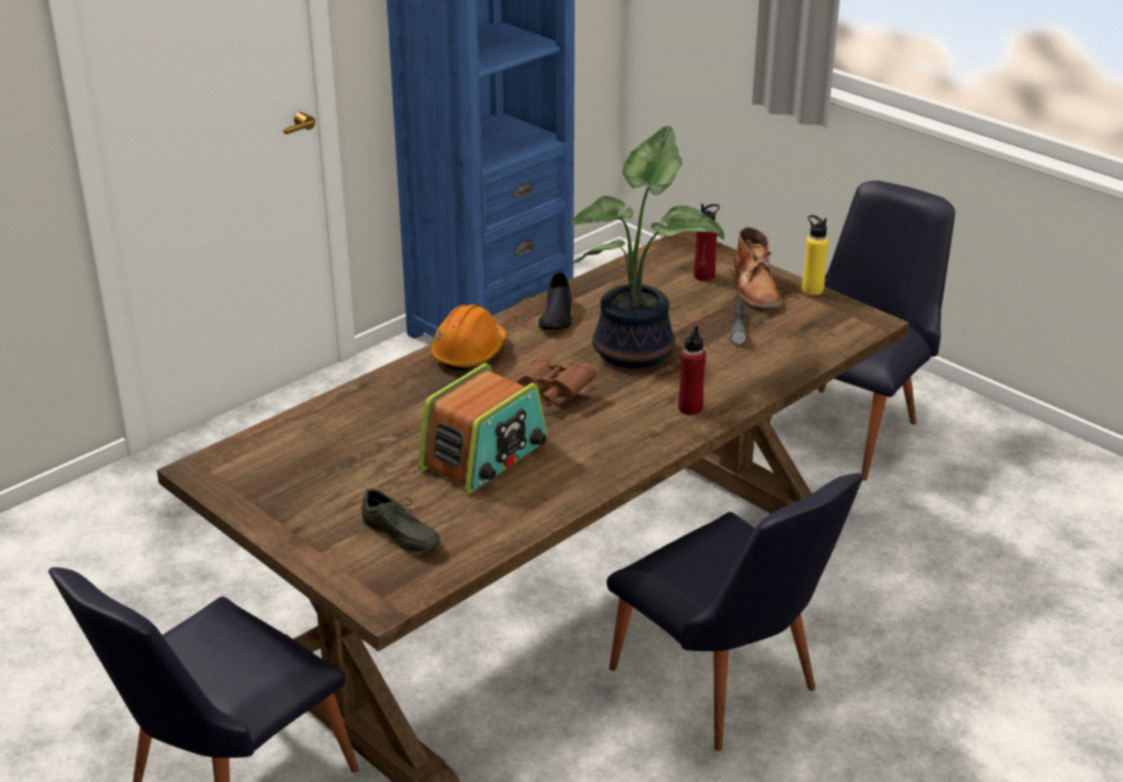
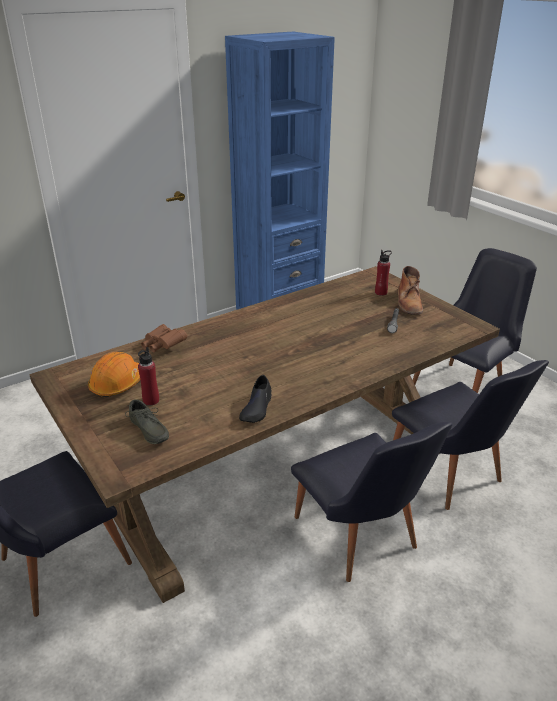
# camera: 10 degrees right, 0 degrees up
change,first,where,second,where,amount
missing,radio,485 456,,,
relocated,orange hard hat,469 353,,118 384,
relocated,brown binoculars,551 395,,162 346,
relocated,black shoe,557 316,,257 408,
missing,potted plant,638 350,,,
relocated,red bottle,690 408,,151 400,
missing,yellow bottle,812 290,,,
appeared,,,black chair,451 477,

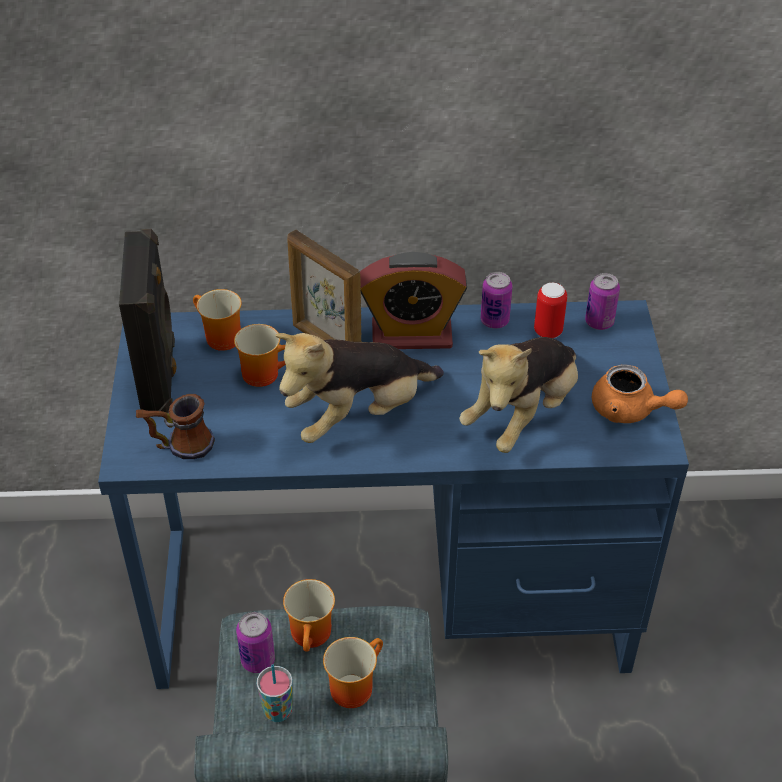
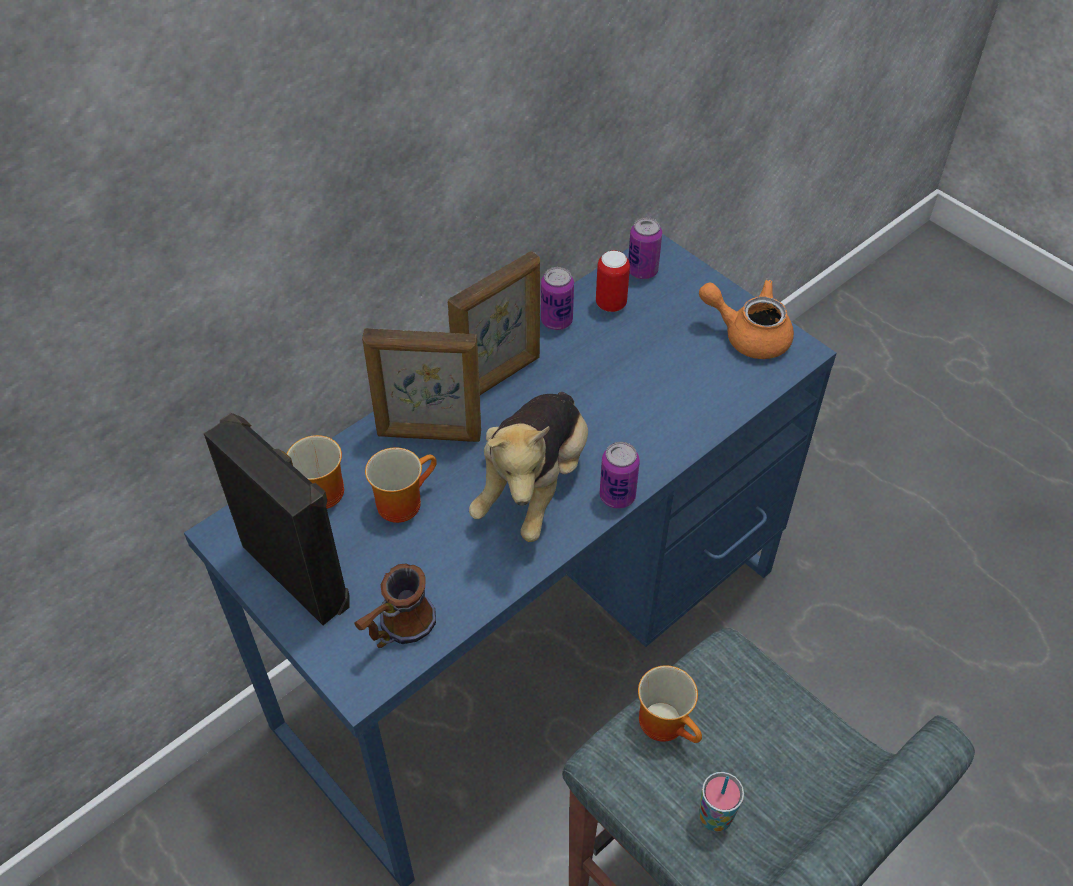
# camera: 40 degrees left, 5 degrees up
change,first,where,second,where,amount
relocated,can,258 660,,617 496,
missing,mug,352 684,,,
exchanged,alarm clock,411 335,picture frame,499 378,
missing,plush toy,522 414,,,
spun,orange teapot,630 410,,748 334,150 degrees counterclockwise

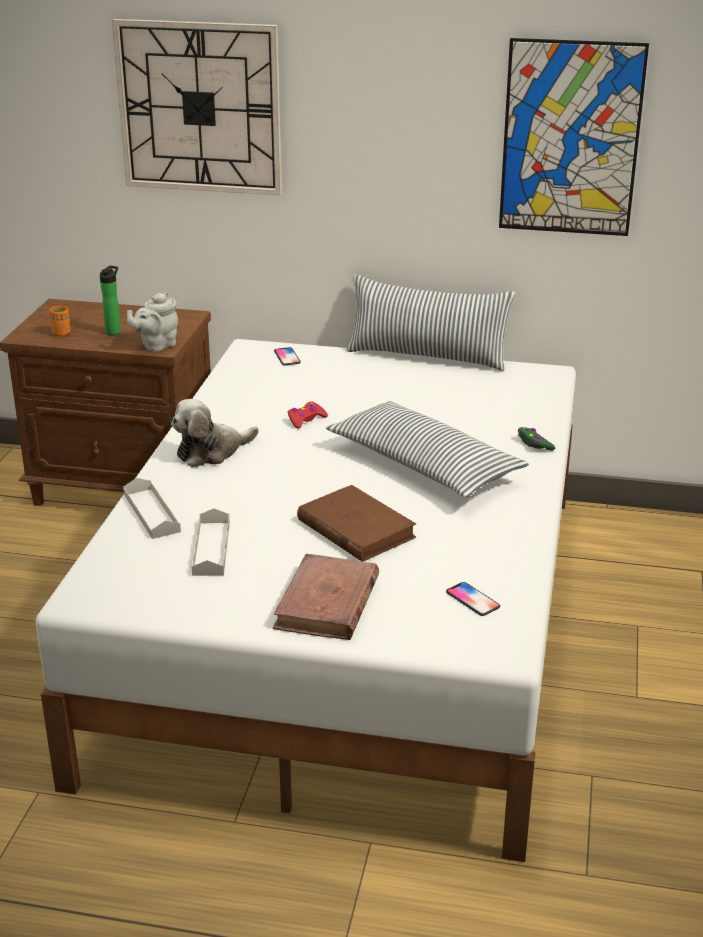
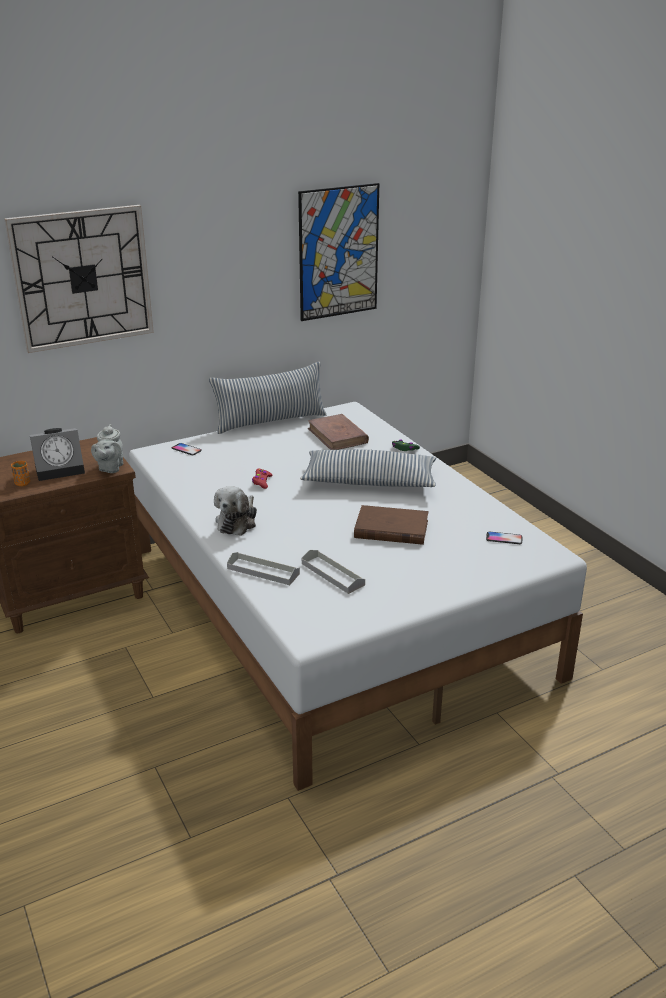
# camera: 40 degrees left, 0 degrees up
change,first,where,second,where,amount
exchanged,bottle,114 331,alarm clock,61 469,
relocated,brown book,327 603,,337 436,

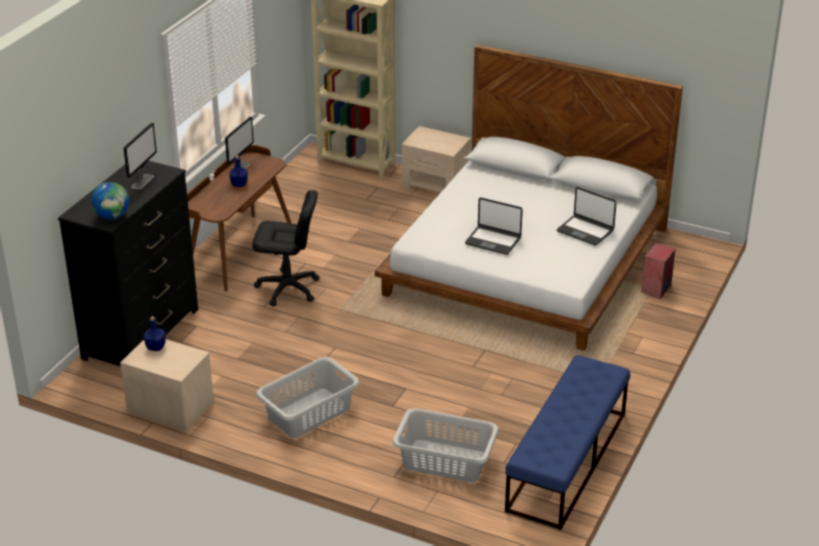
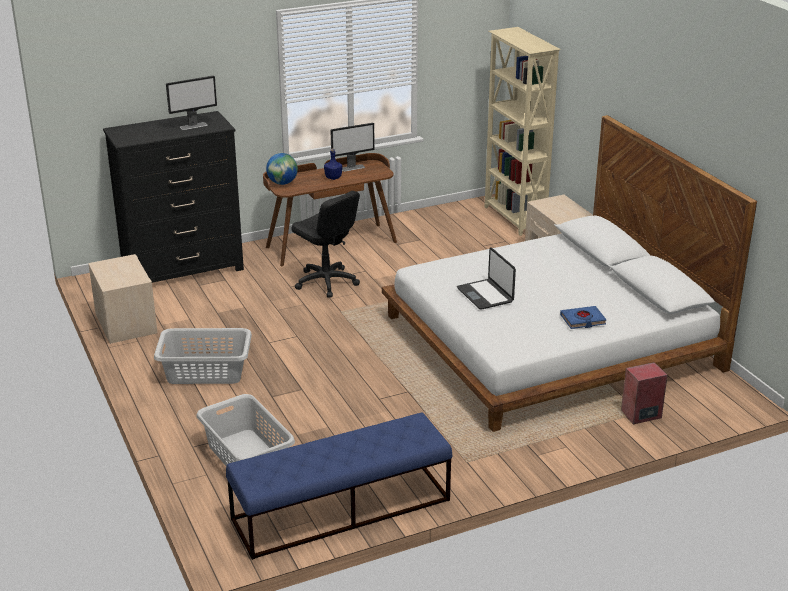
# camera: 40 degrees right, 5 degrees down
change,first,where,second,where,amount
relocated,globe,112 216,,282 183,
missing,blue bottle,155 347,,,
exchanged,laptop,585 231,blue book,583 320,

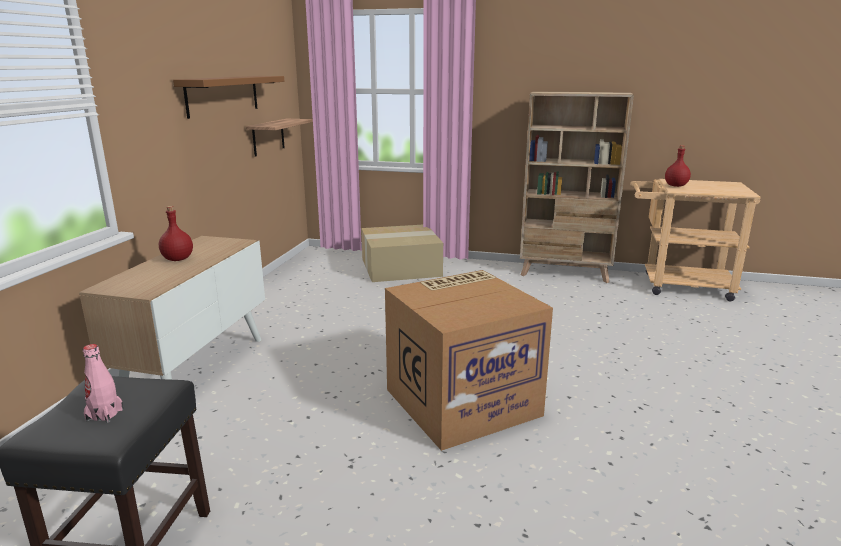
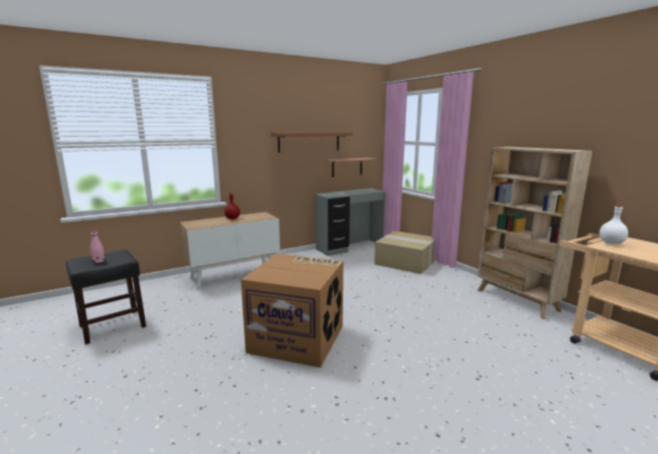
# camera: 45 degrees right, 5 degrees down
change,first,where,second,where,amount
colour,red bottle,675 186,white bottle,610 243,
appeared,,,grey desk,350 247,

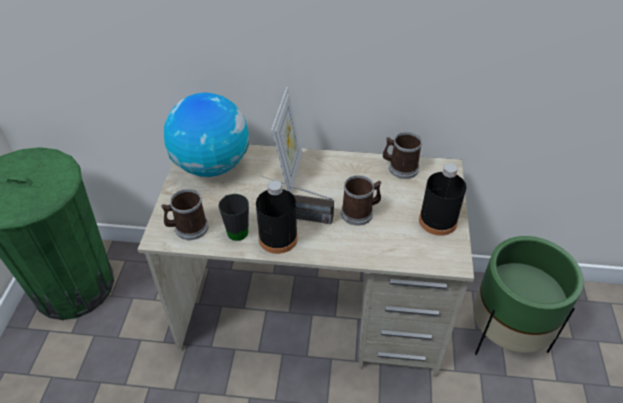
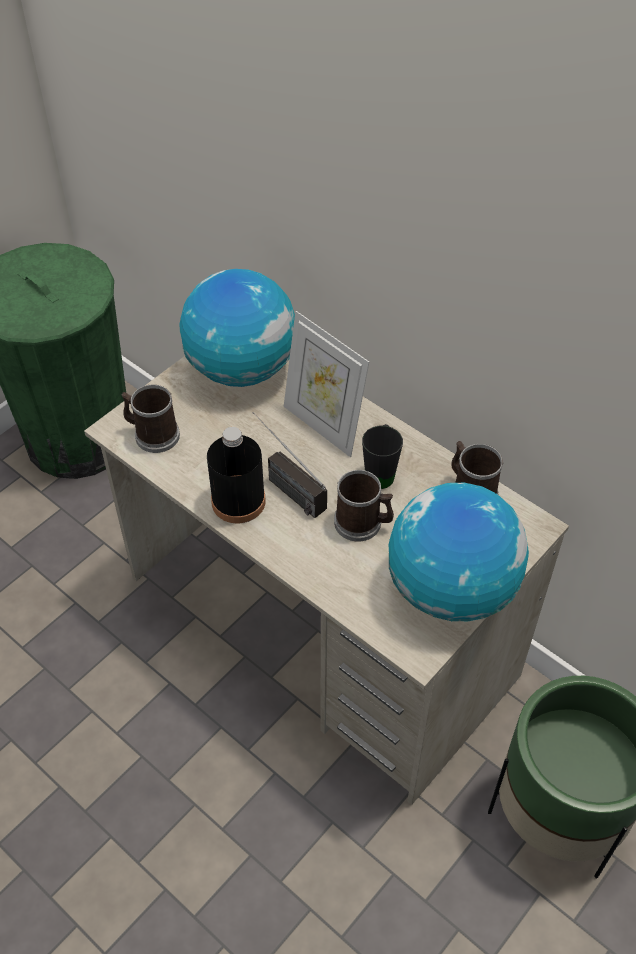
# camera: 35 degrees right, 5 degrees up
change,first,where,second,where,amount
relocated,black mug,235 228,,381 471,
spun,picture frame,289 173,,323 426,90 degrees clockwise
exchanged,black bottle,438 221,globe,450 589,

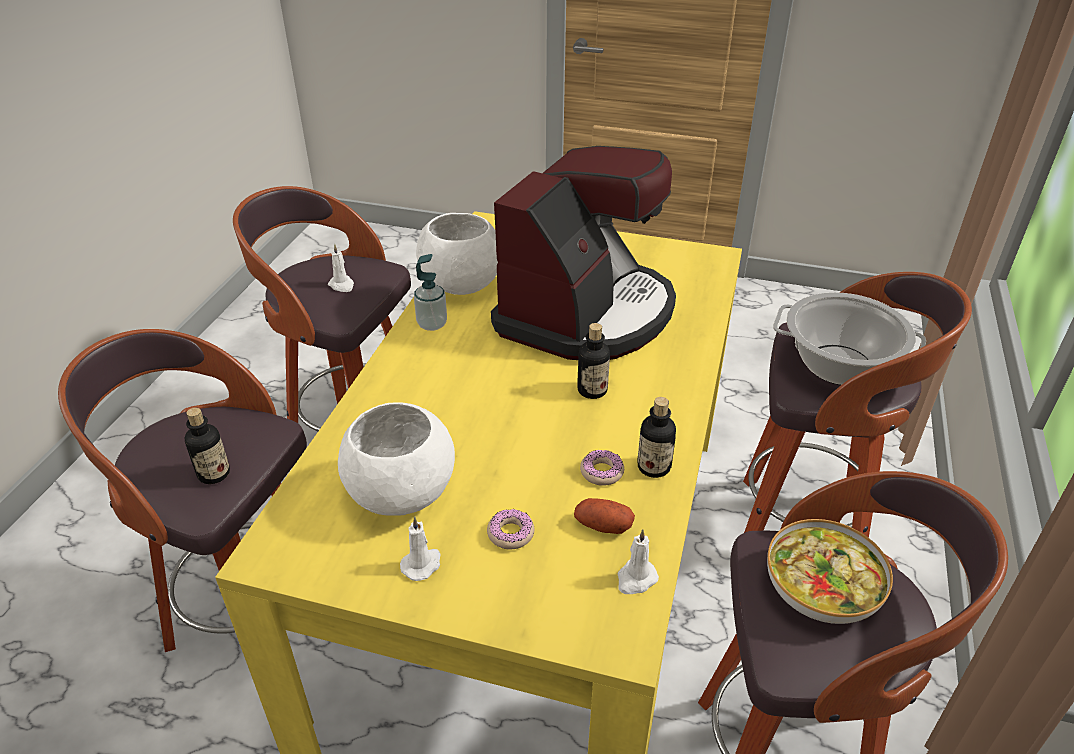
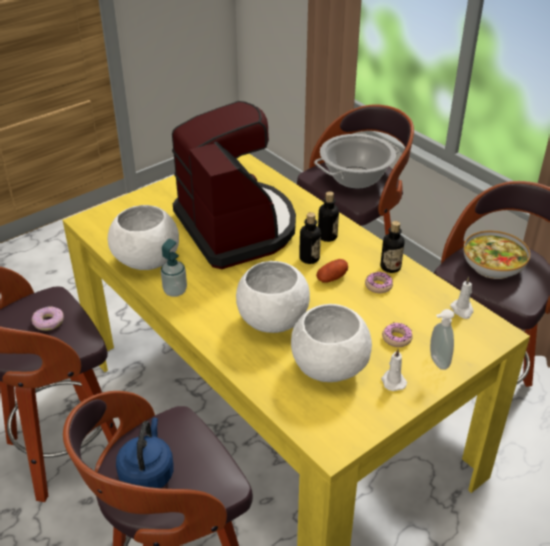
# camera: 55 degrees left, 0 degrees up
change,first,where,second,where,amount
relocated,bottle,214 474,,327 236,
exchanged,white candle,342 285,donut,48 322,
relocated,potato,603 525,,331 278,
appeared,,,blue kettle,147 473,
appeared,,,white bowl,273 322,
appeared,,,soap dispenser,437 362,

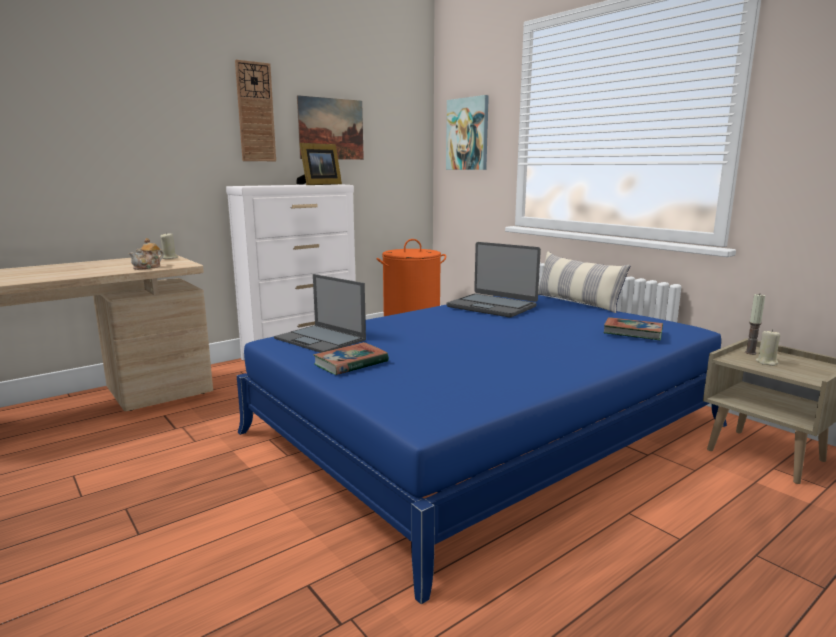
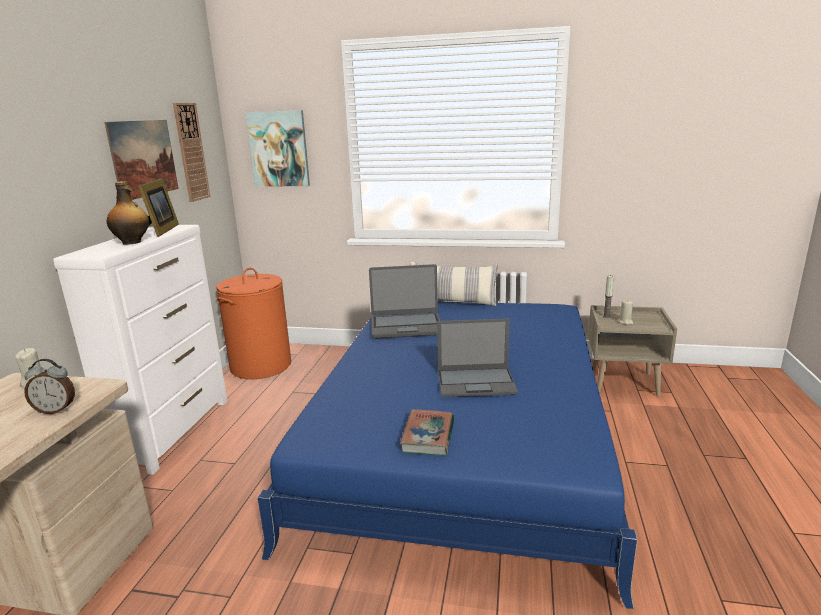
# camera: 40 degrees left, 5 degrees up
change,first,where,second,where,amount
exchanged,teapot,148 267,alarm clock,56 410,
relocated,wall clock,255 112,,191 152,
relocated,laptop,321 339,,477 382,
missing,book,632 332,,,
appeared,,,bottle,132 242,

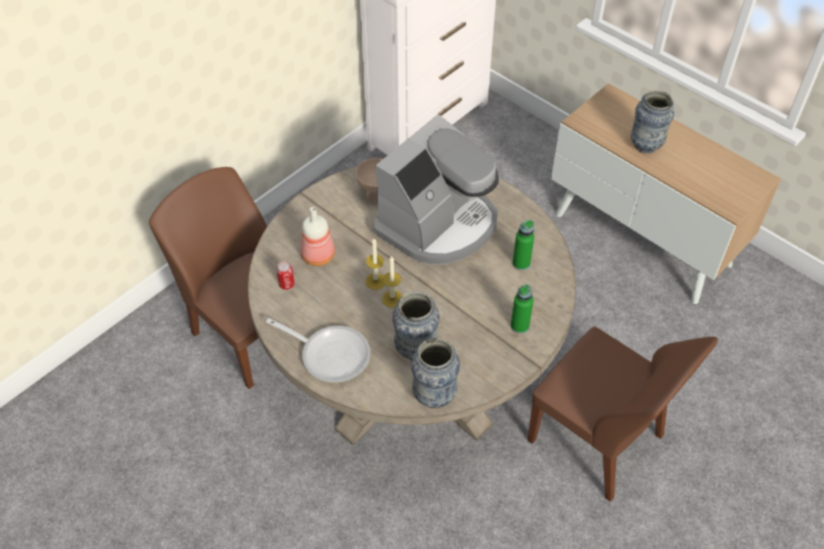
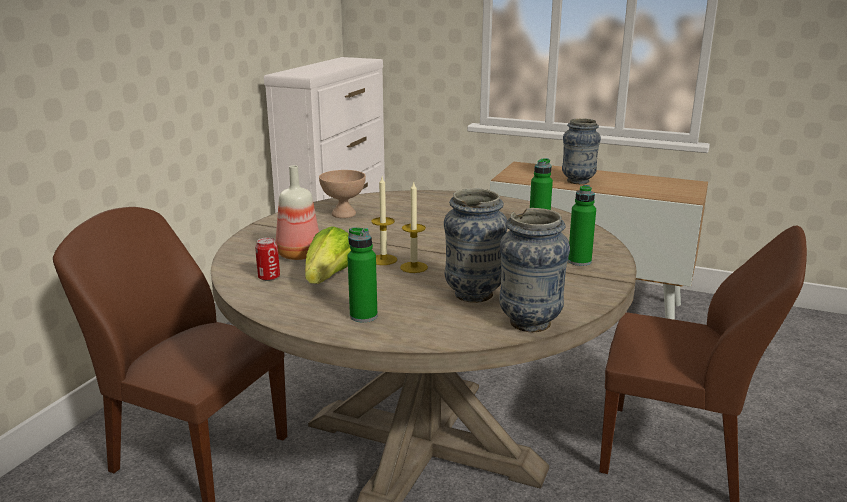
# camera: 20 degrees left, 30 degrees down
change,first,where,second,where,amount
exchanged,frying pan,330 354,green bottle,363 316,
missing,coffee machine,439 224,,,
appeared,,,lettuce,329 278,

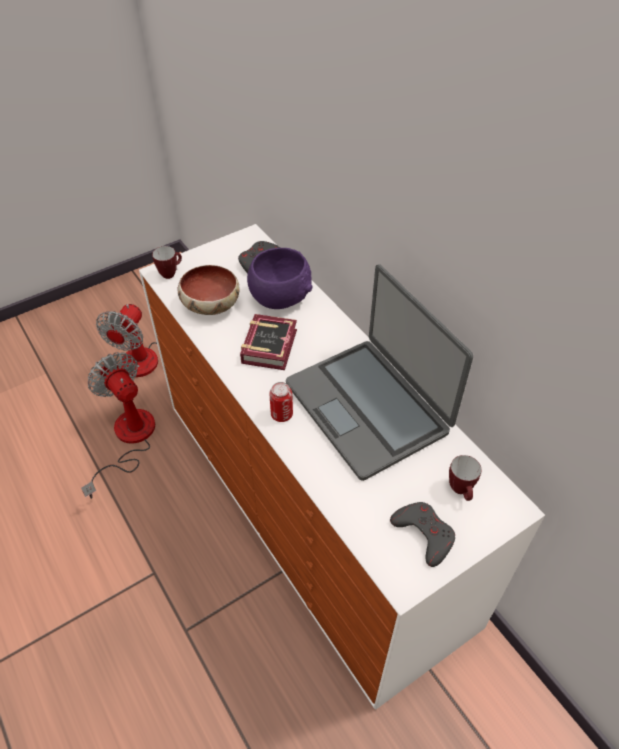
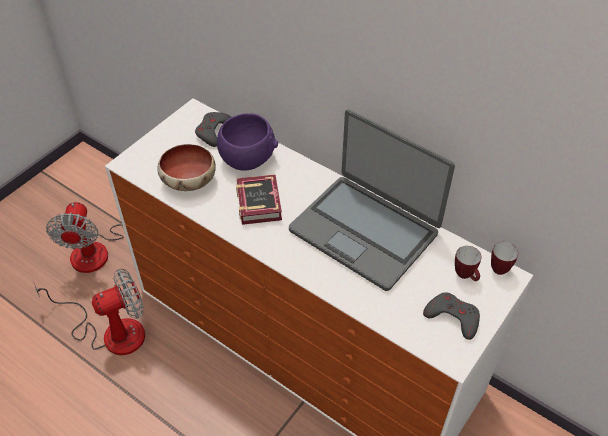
# camera: 20 degrees left, 0 degrees up
change,first,where,second,where,amount
spun,fan,128 439,,111 331,120 degrees clockwise
relocated,mug,170 273,,499 267,
missing,can,281 414,,,

